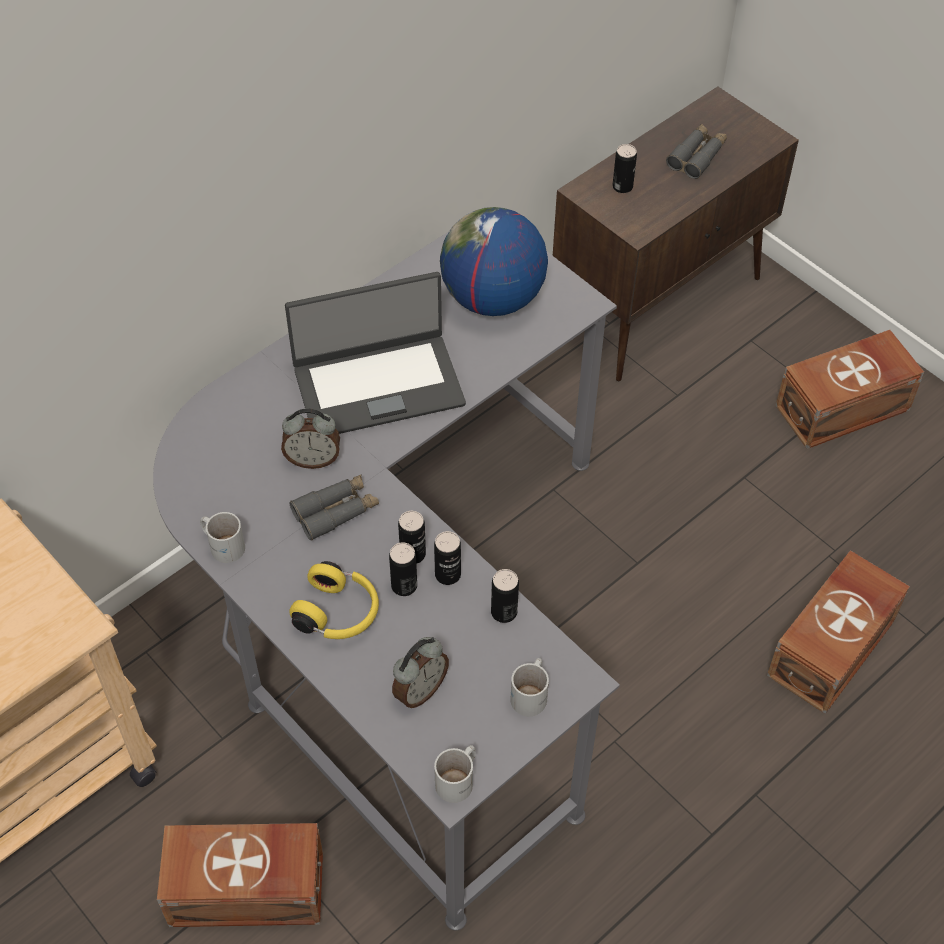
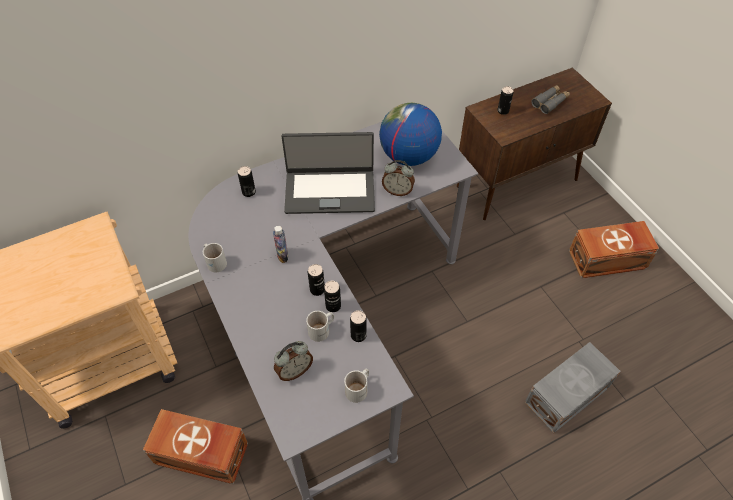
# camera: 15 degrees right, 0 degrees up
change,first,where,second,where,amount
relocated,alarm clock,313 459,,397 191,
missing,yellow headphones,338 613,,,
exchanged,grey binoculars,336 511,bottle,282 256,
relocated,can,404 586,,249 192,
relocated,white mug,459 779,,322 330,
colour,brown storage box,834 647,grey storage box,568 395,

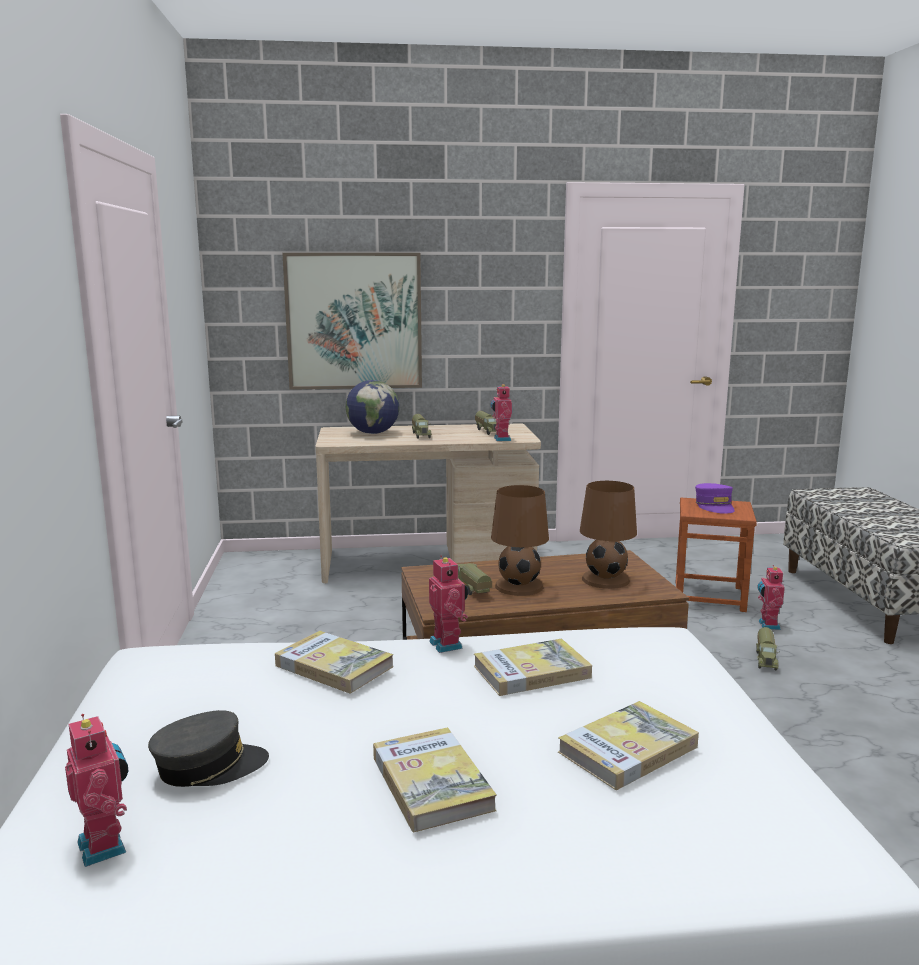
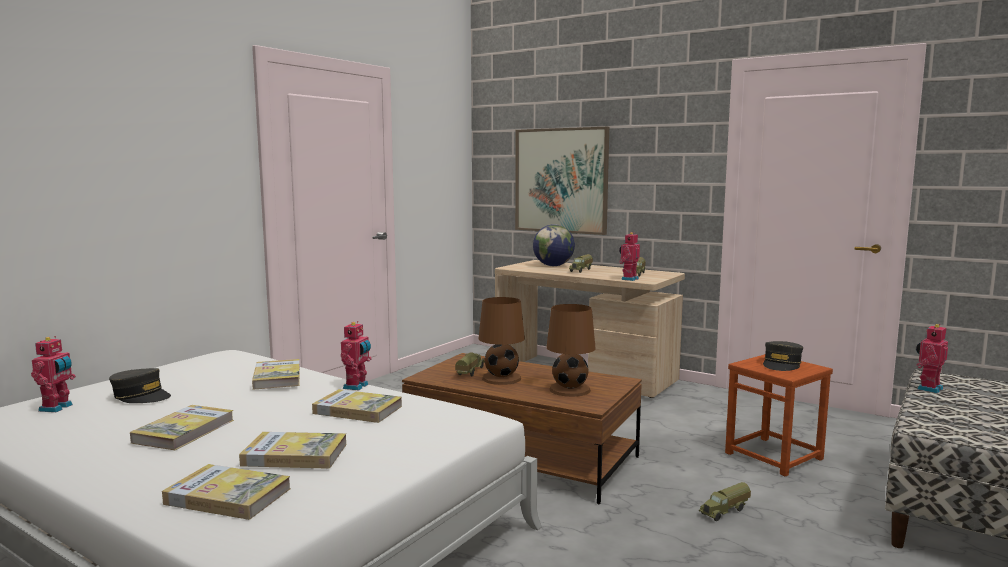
# camera: 40 degrees right, 5 degrees down
change,first,where,second,where,amount
colour,purple cap,714 506,grey cap,782 364,
relocated,toy robot,767 625,,928 388,
appeared,,,book,228 496,

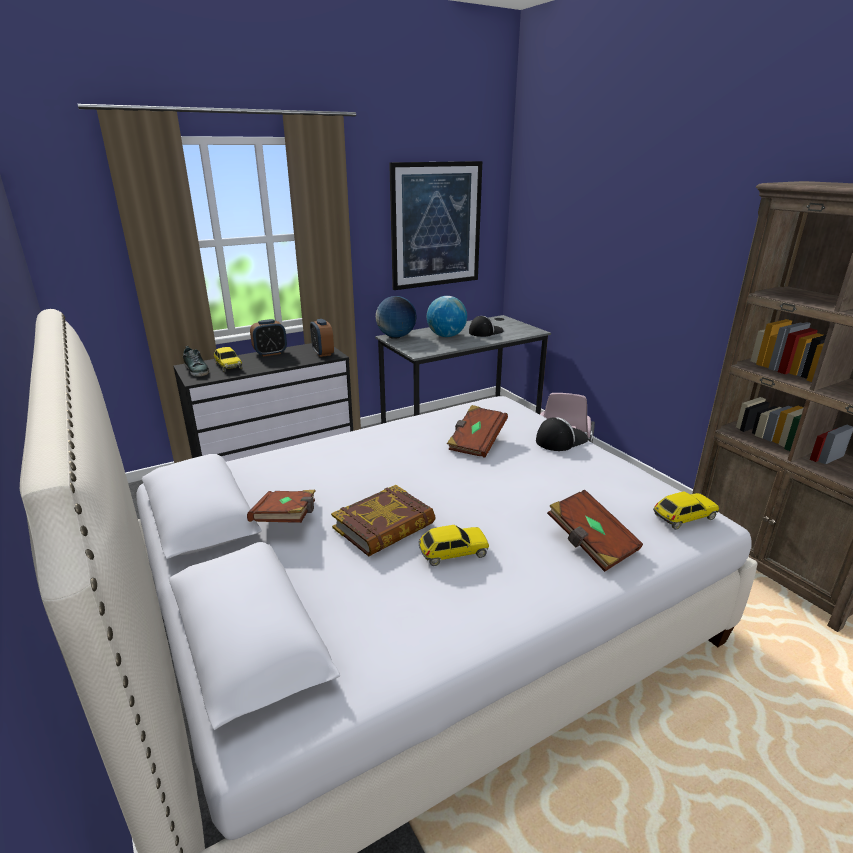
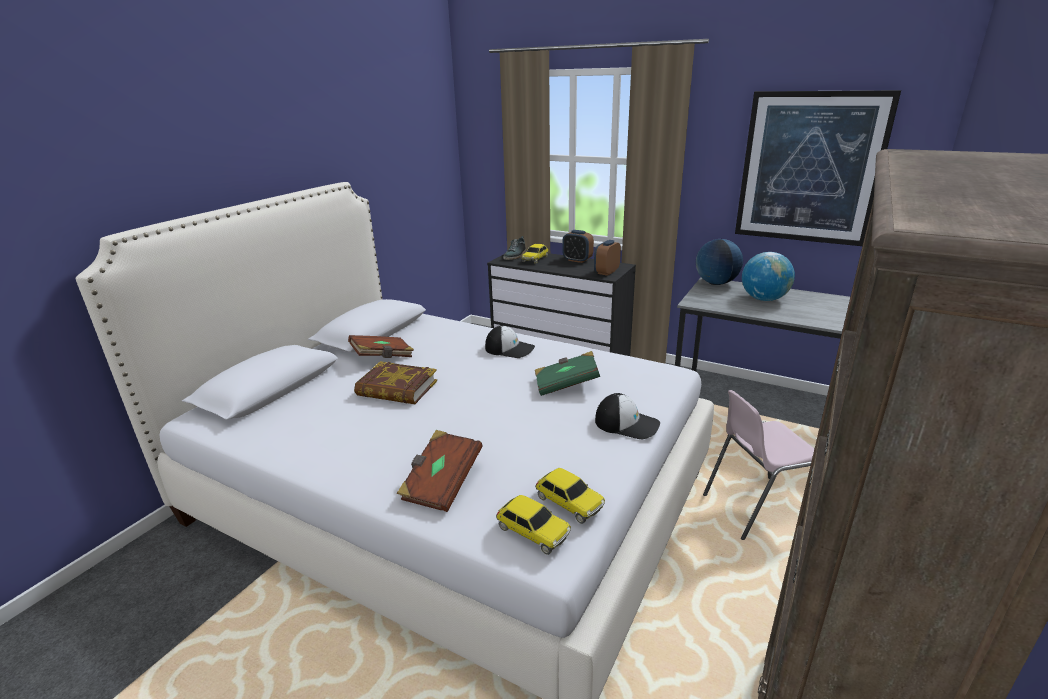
# camera: 60 degrees right, 0 degrees up
change,first,where,second,where,amount
relocated,toy car,453 553,,569 503,
colour,brown book,476 442,green book,566 385,
relocated,cap,485 332,,510 349,

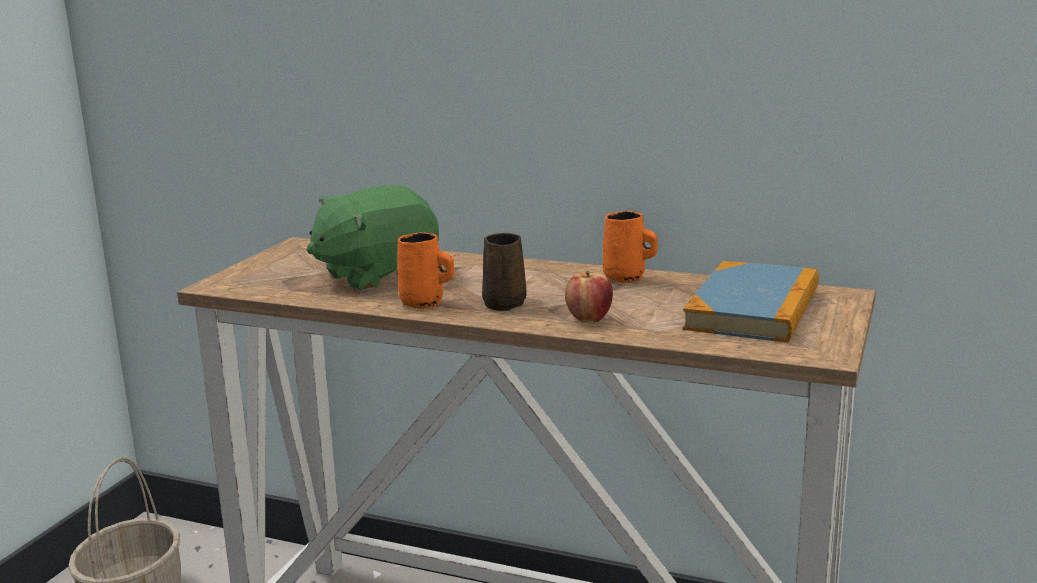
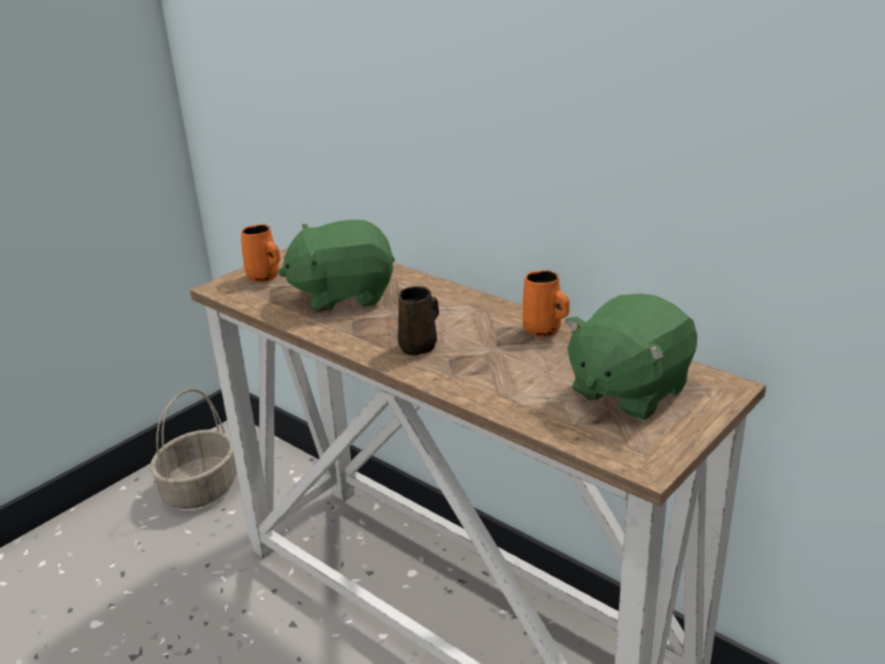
# camera: 20 degrees right, 10 degrees up
change,first,where,second,where,amount
relocated,orange mug,424 303,,264 277,
missing,apple,589 319,,,
exchanged,book,754 308,green plush toy,627 390,

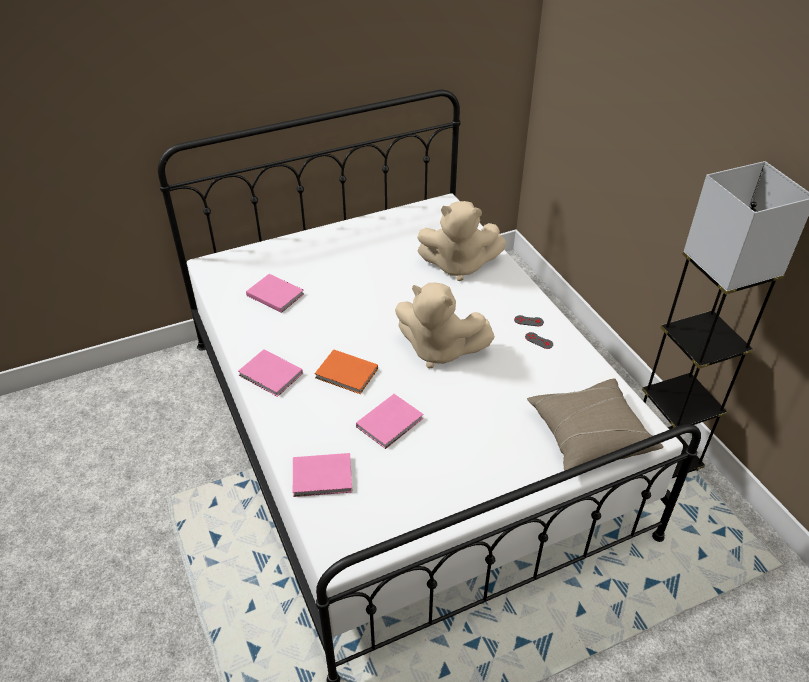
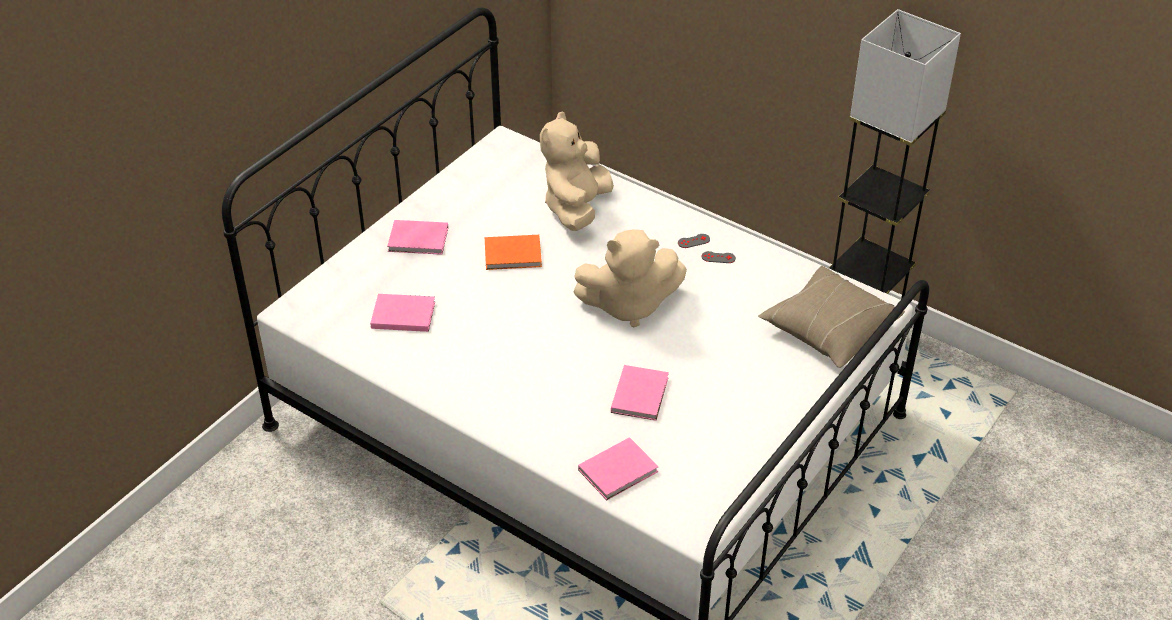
# camera: 30 degrees left, 0 degrees up
change,first,where,second,where,amount
relocated,pink book,271 375,,419 240,
relocated,orange book,347 374,,514 255,
spun,beige plush toy,458 265,,576 208,135 degrees clockwise

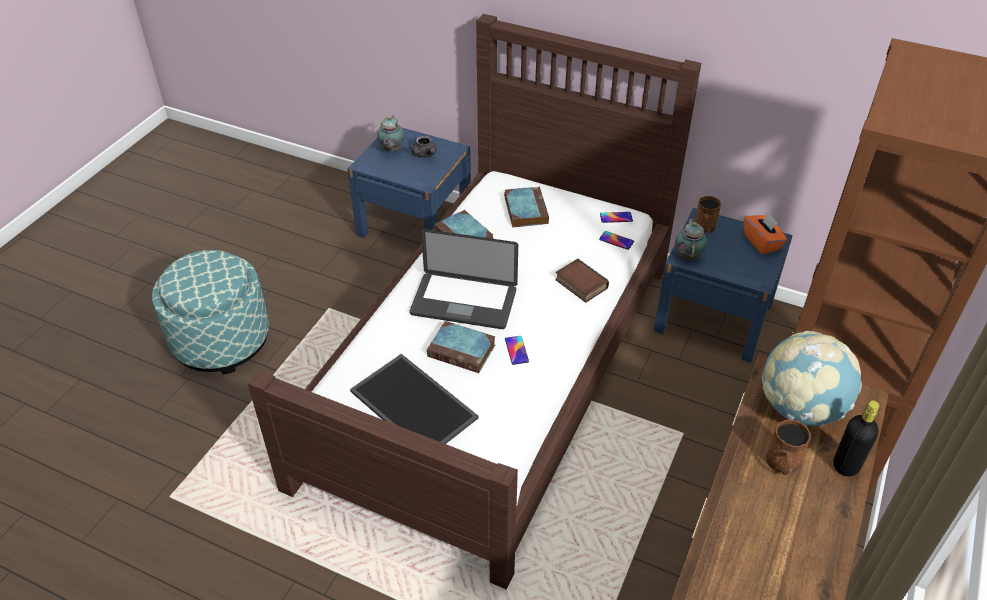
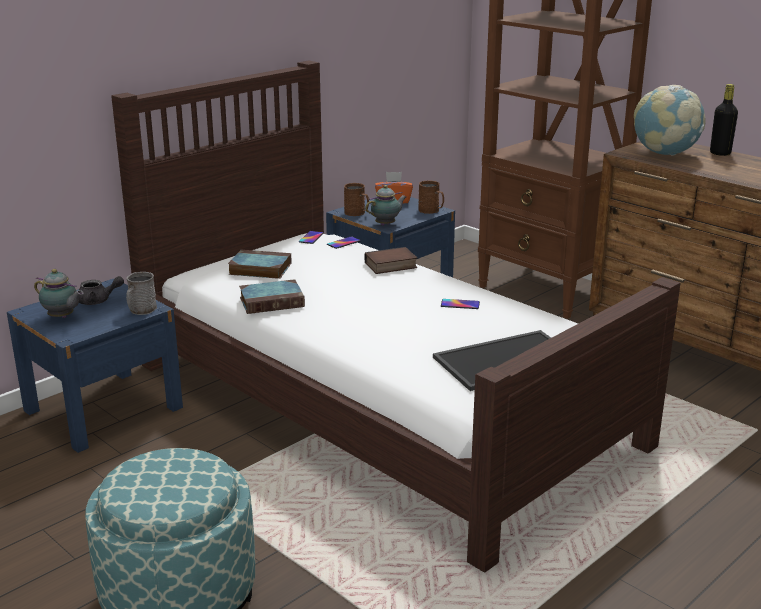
# camera: 70 degrees left, 20 degrees down
change,first,where,second,where,amount
missing,laptop,464 302,,,
missing,book,463 350,,,
spun,teapot,688 255,,386 224,120 degrees clockwise
relocated,brown mug,782 464,,431 210,
appeared,,,grey mug,141 311,

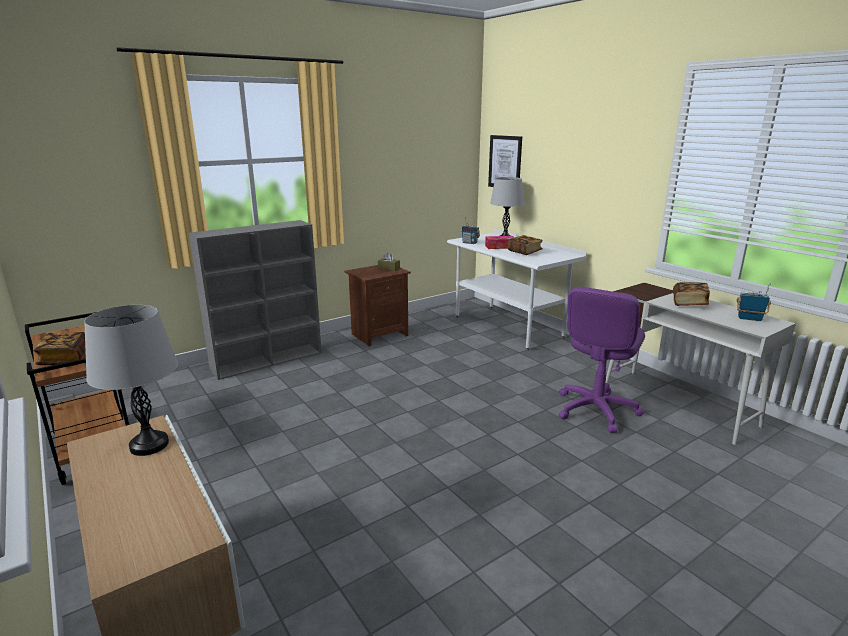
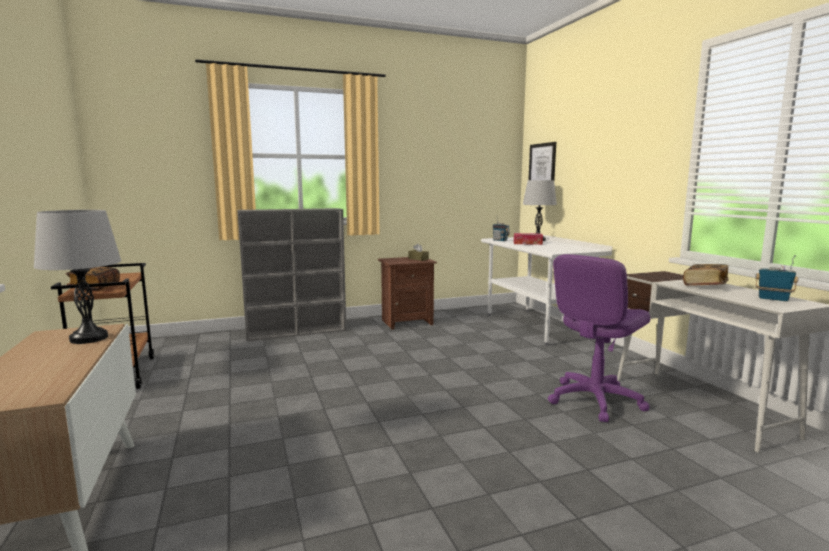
# camera: 15 degrees right, 10 degrees down
change,first,where,second,where,amount
missing,book,524 252,,,

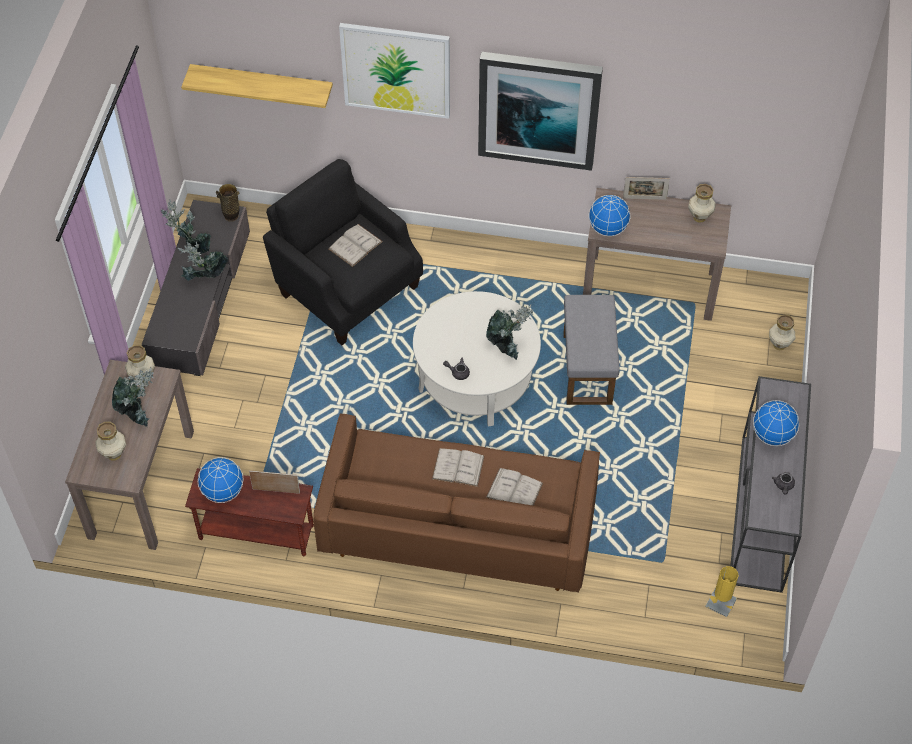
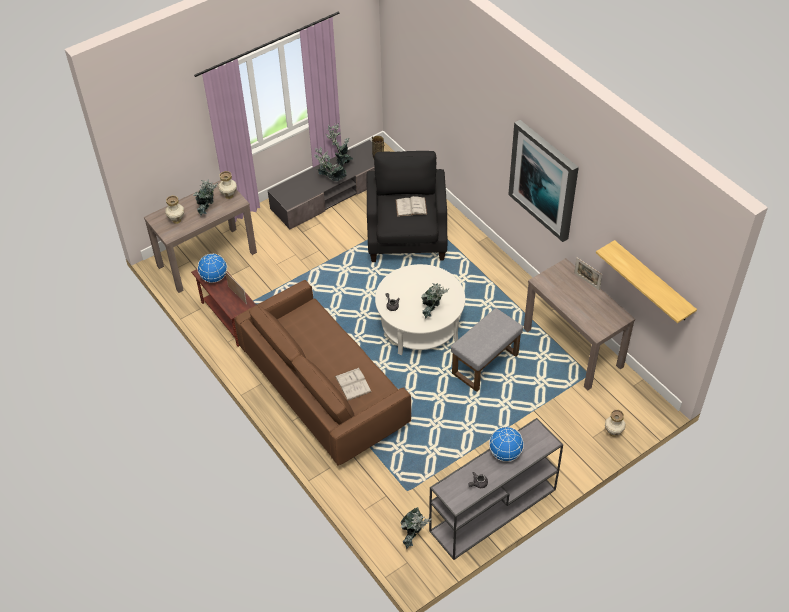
# camera: 45 degrees right, 5 degrees down
change,first,where,second,where,amount
relocated,shelf,262 84,,652 282,
missing,picture,396 69,,,
missing,white book,458 467,,,
missing,globe,607 228,,,
missing,vase,699 217,,,
exchanged,yellow table lamp,721 602,potted plant,413 536,

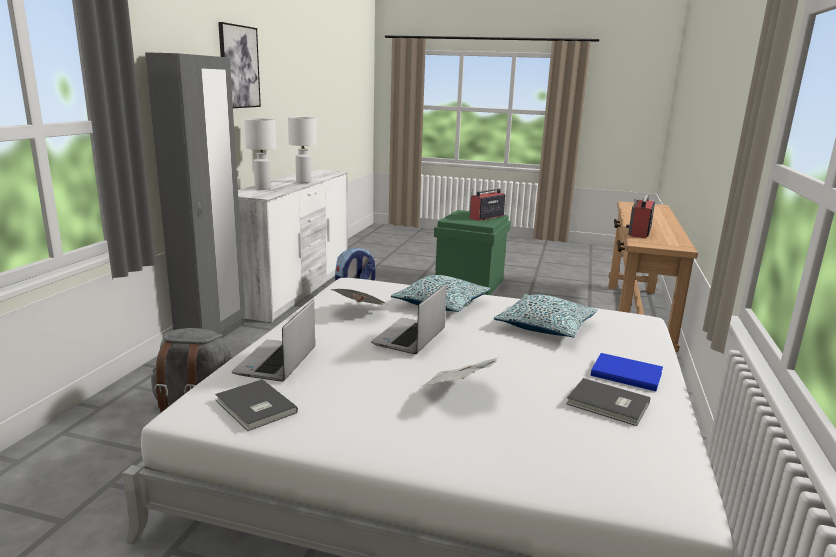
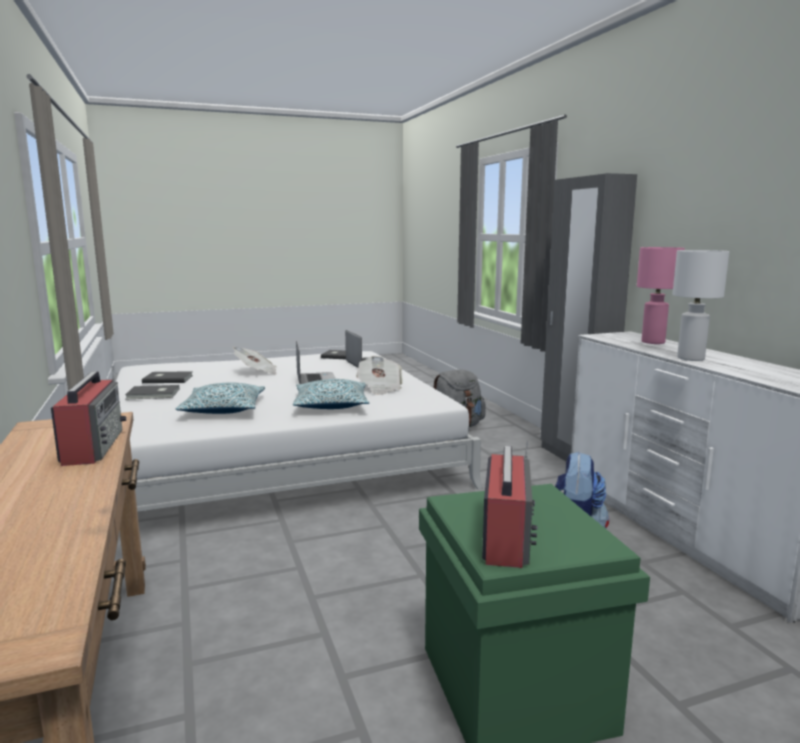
# camera: 145 degrees right, 5 degrees down
change,first,where,second,where,amount
missing,picture,239 67,,,
colour,white table lamp,263 188,pink table lamp,652 342,
colour,blue book,625 373,grey book,153 394,

